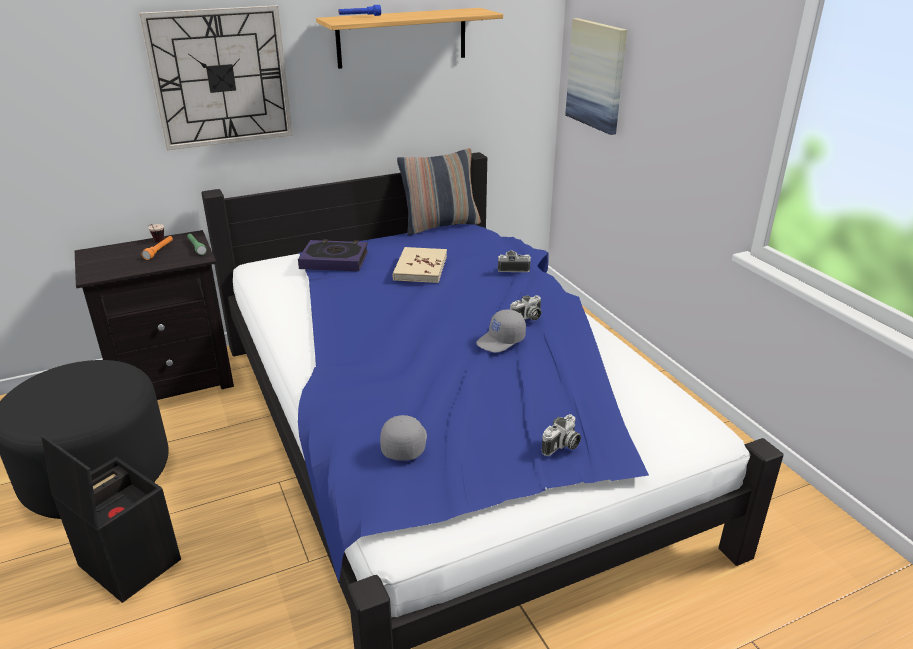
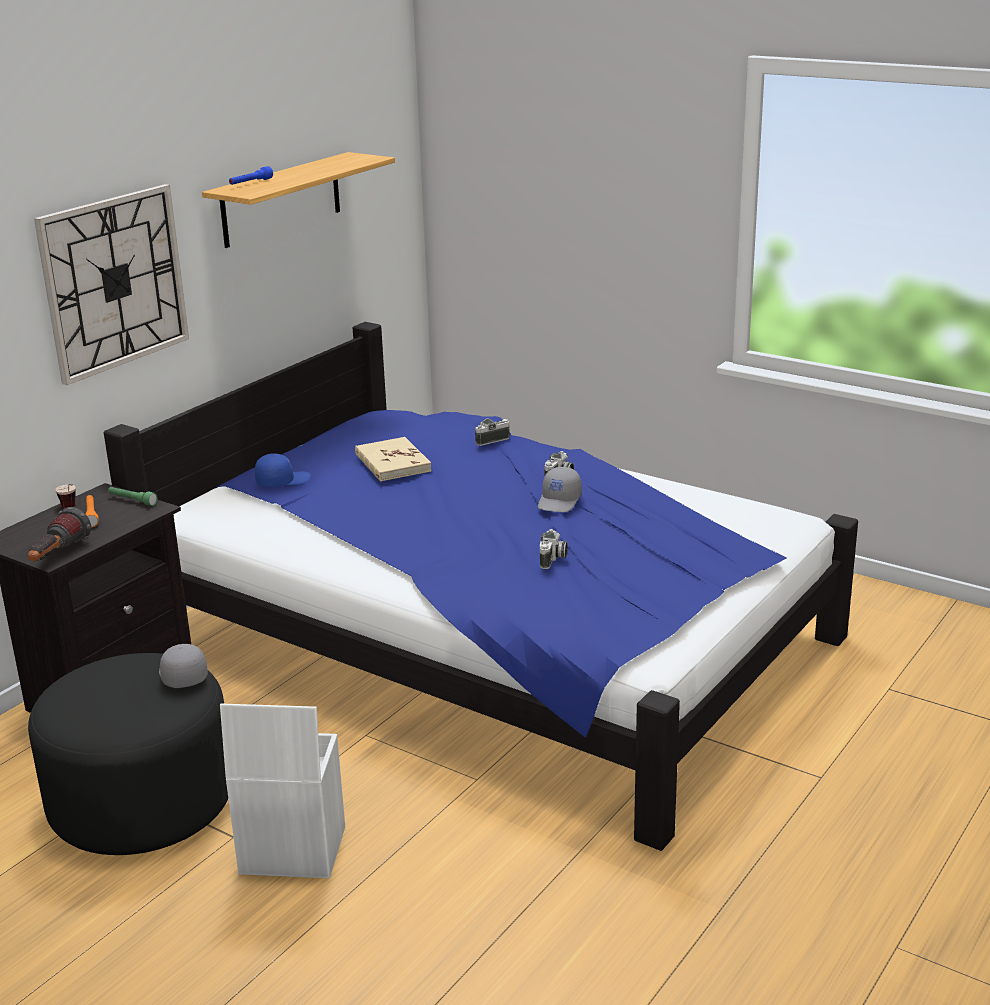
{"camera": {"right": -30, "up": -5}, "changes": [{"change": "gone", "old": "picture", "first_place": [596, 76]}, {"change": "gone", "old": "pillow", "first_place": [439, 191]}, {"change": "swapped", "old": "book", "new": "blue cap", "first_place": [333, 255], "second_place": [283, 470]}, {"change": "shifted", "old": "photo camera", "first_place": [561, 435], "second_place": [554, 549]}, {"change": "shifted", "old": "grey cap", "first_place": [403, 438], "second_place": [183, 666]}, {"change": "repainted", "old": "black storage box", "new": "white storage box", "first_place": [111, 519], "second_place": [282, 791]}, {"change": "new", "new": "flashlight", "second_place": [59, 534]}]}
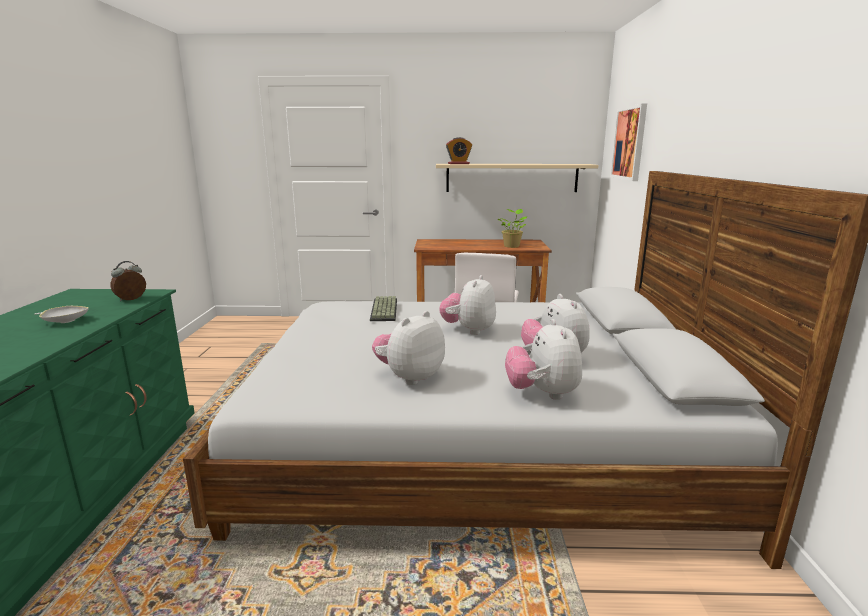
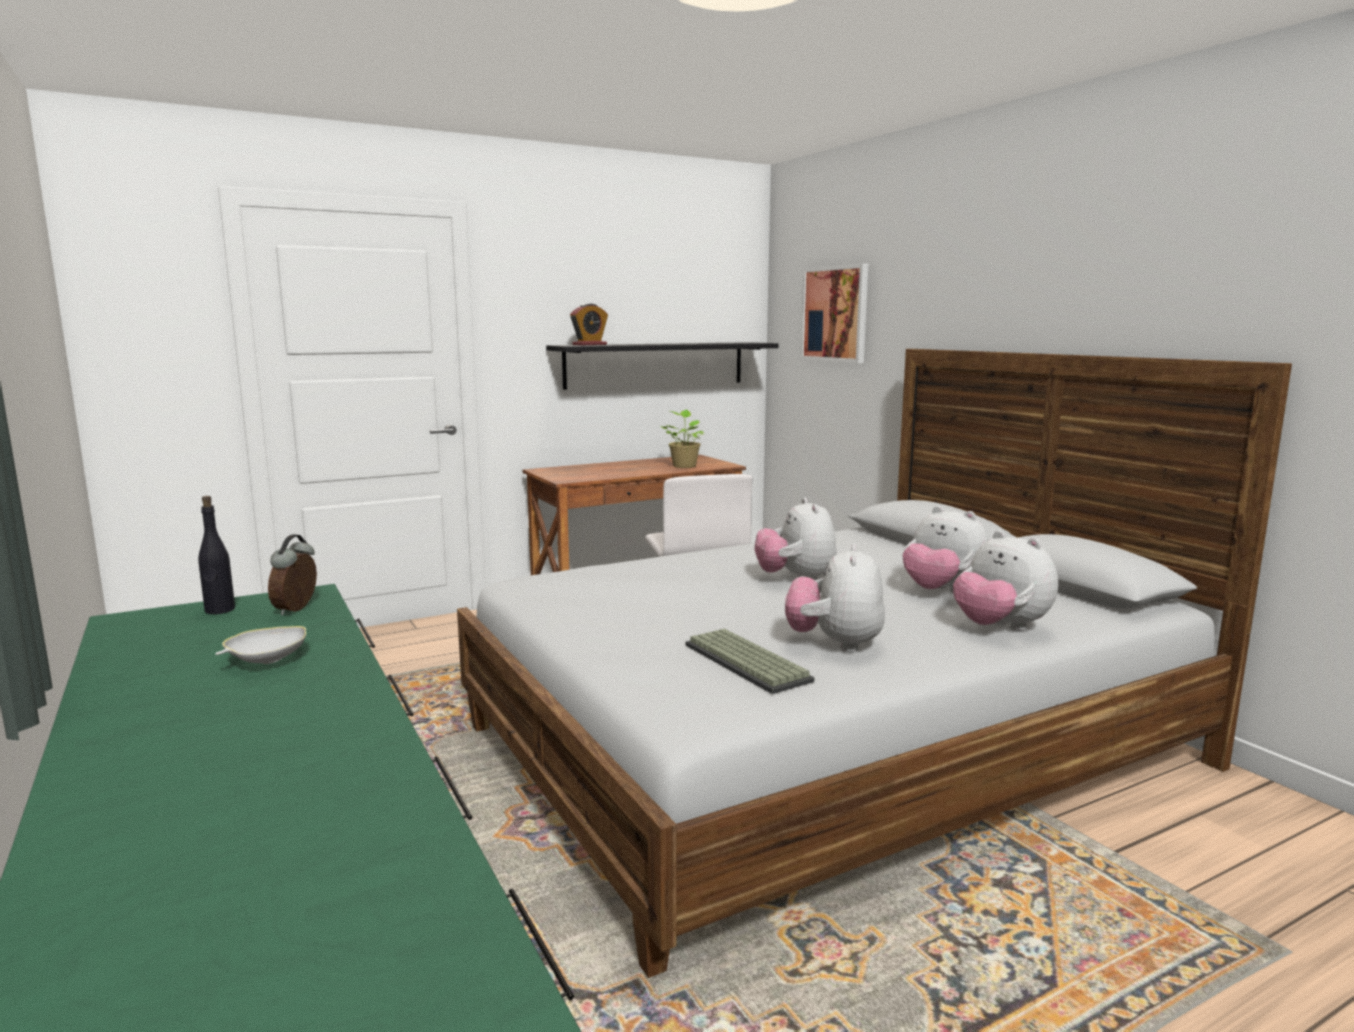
{"camera": {"right": -30, "up": -5}, "changes": [{"change": "repainted", "old": "beige shelf", "new": "black shelf", "first_place": [517, 178], "second_place": [662, 366]}, {"change": "shifted", "old": "keyboard", "first_place": [383, 308], "second_place": [750, 661]}, {"change": "new", "new": "black bottle", "second_place": [216, 555]}]}
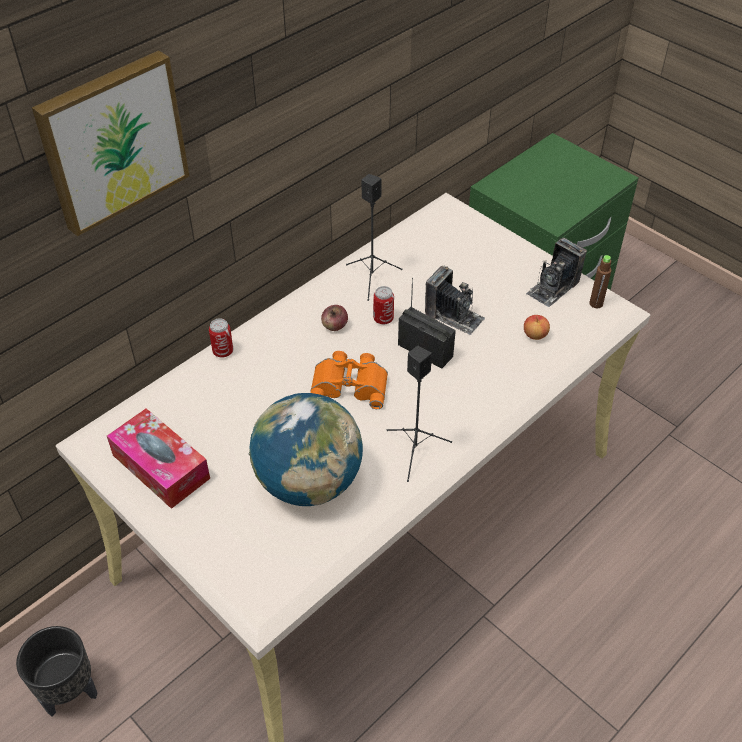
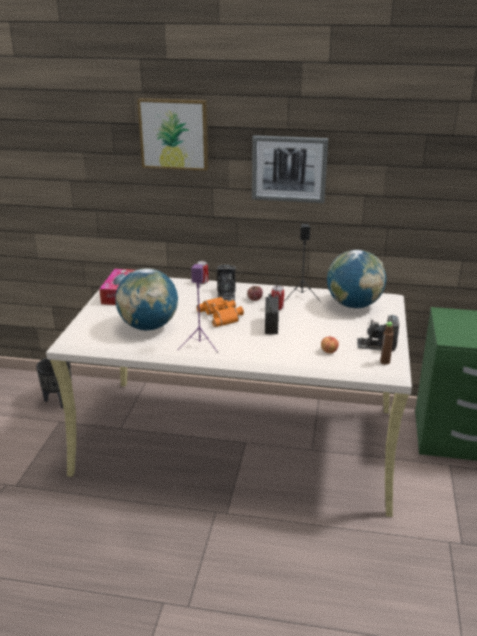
{"camera": {"right": 55, "up": -20}, "changes": [{"change": "shifted", "old": "photo camera", "first_place": [455, 300], "second_place": [226, 283]}, {"change": "repainted", "old": "black speaker", "new": "purple speaker", "first_place": [419, 413], "second_place": [197, 308]}, {"change": "new", "new": "picture", "second_place": [290, 169]}, {"change": "new", "new": "globe", "second_place": [356, 279]}]}
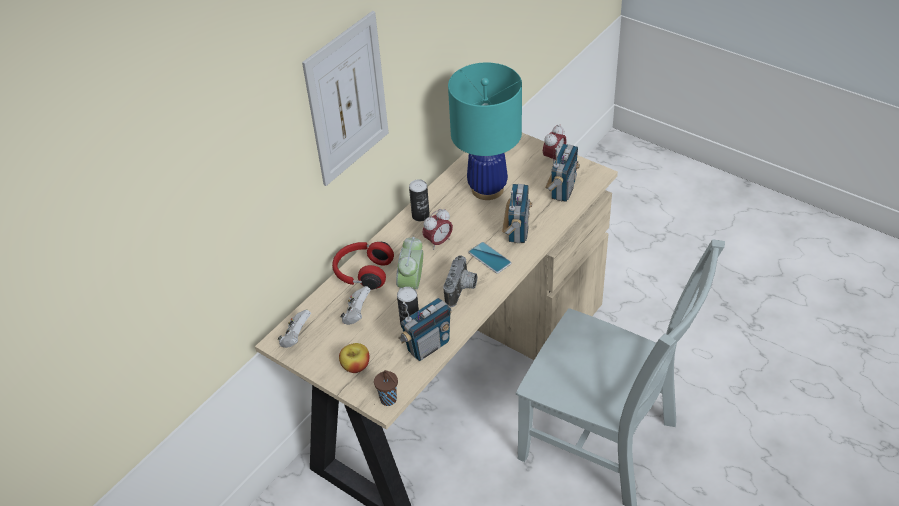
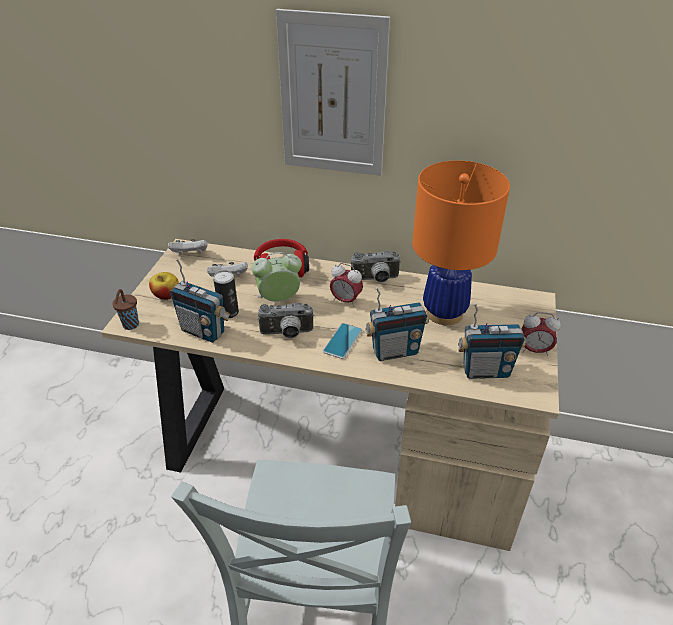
{"camera": {"right": 65, "up": -5}, "changes": [{"change": "repainted", "old": "turquoise table lamp", "new": "orange table lamp", "first_place": [485, 131], "second_place": [461, 243]}, {"change": "swapped", "old": "can", "new": "photo camera", "first_place": [419, 200], "second_place": [376, 267]}]}
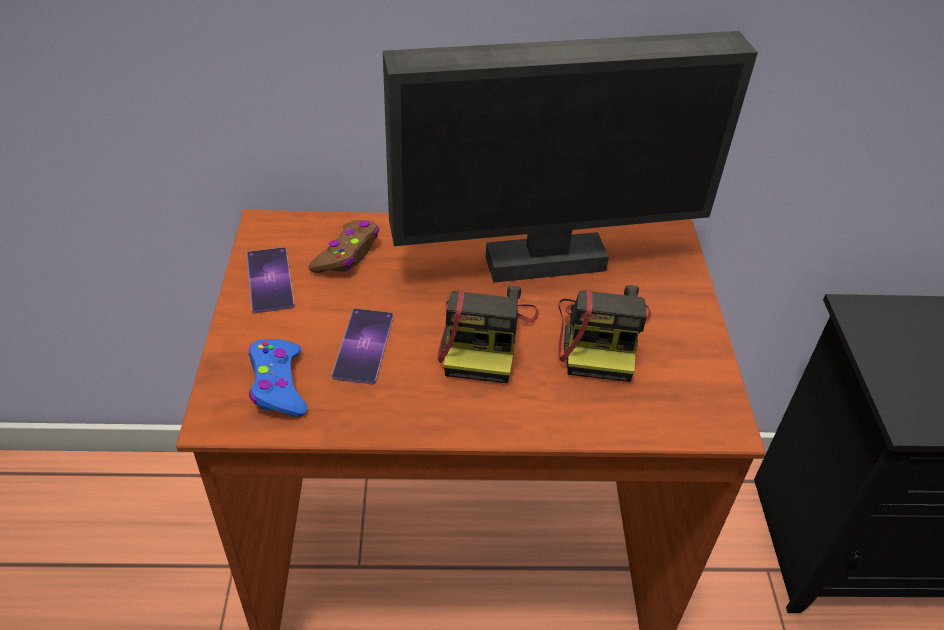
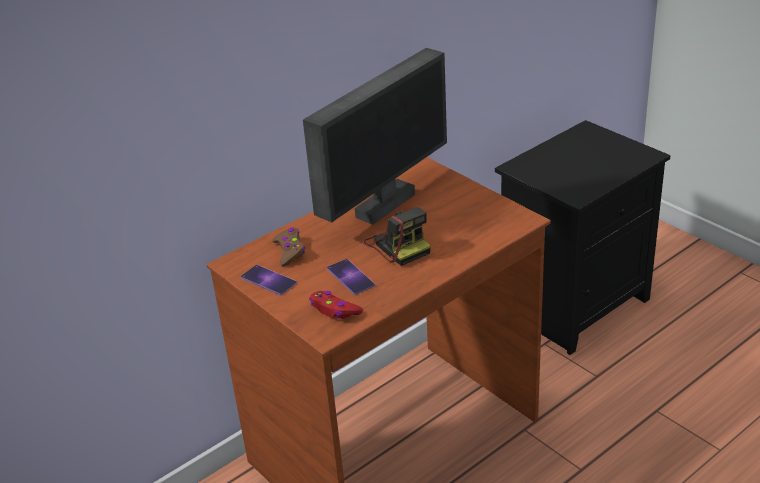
{"camera": {"right": -35, "up": -10}, "changes": [{"change": "gone", "old": "photo camera", "first_place": [604, 333]}, {"change": "repainted", "old": "blue game controller", "new": "red game controller", "first_place": [278, 378], "second_place": [336, 305]}]}
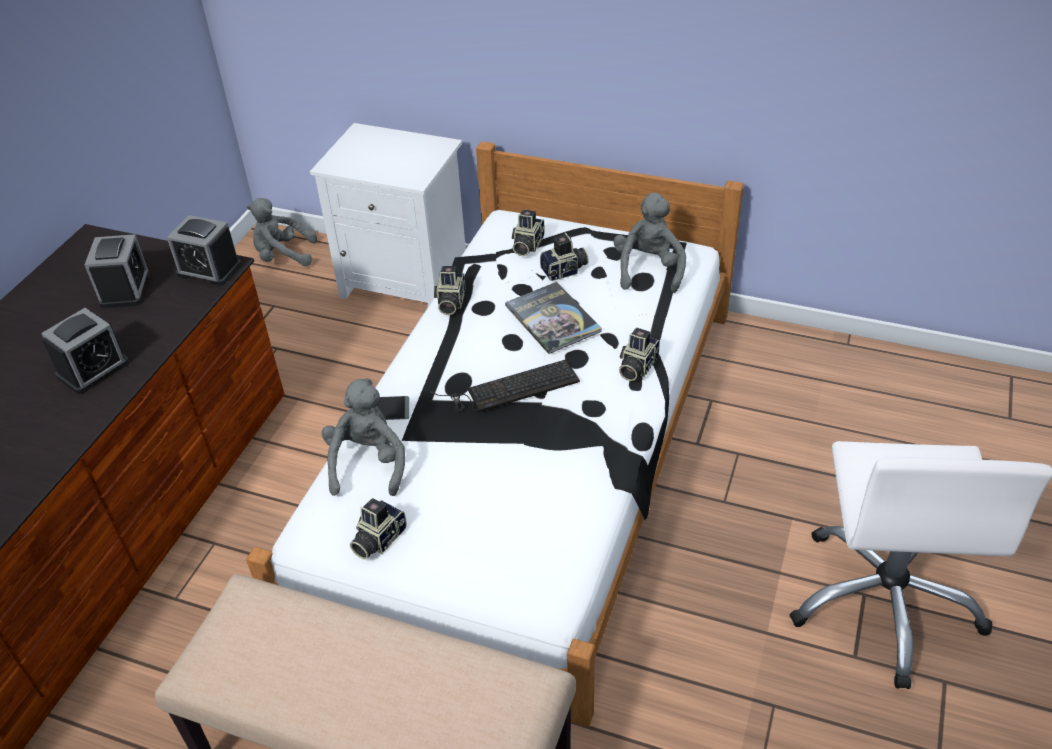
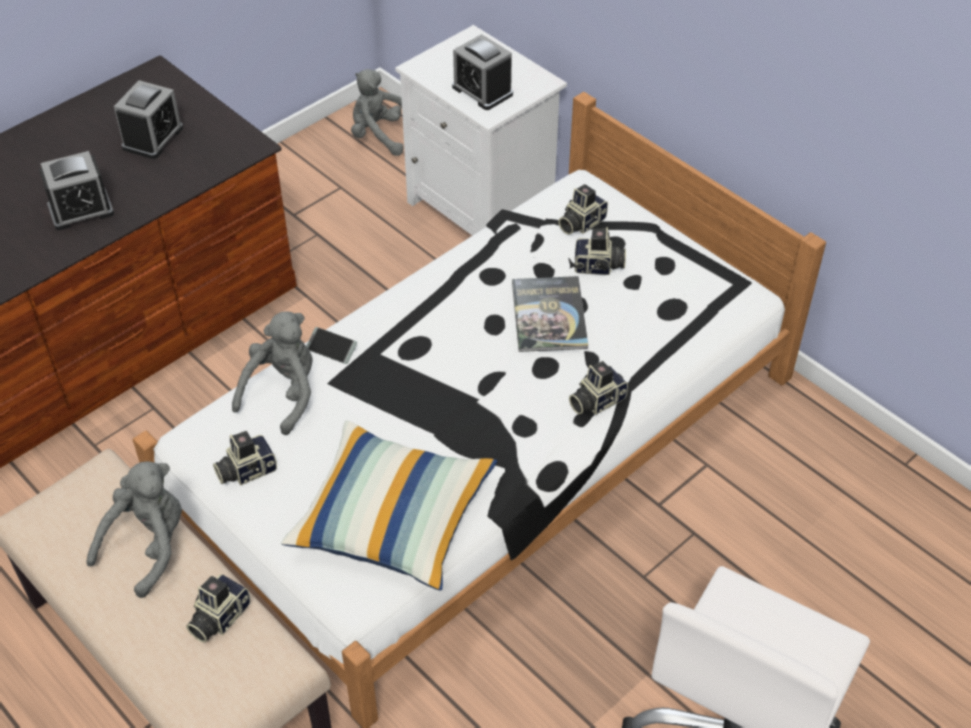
{"camera": {"right": 25, "up": 5}, "changes": [{"change": "shifted", "old": "grey plush toy", "first_place": [649, 243], "second_place": [134, 529]}, {"change": "shifted", "old": "alarm clock", "first_place": [204, 250], "second_place": [482, 72]}, {"change": "shifted", "old": "photo camera", "first_place": [449, 290], "second_place": [218, 608]}, {"change": "gone", "old": "keyboard", "first_place": [505, 385]}, {"change": "new", "new": "pillow", "second_place": [389, 505]}]}
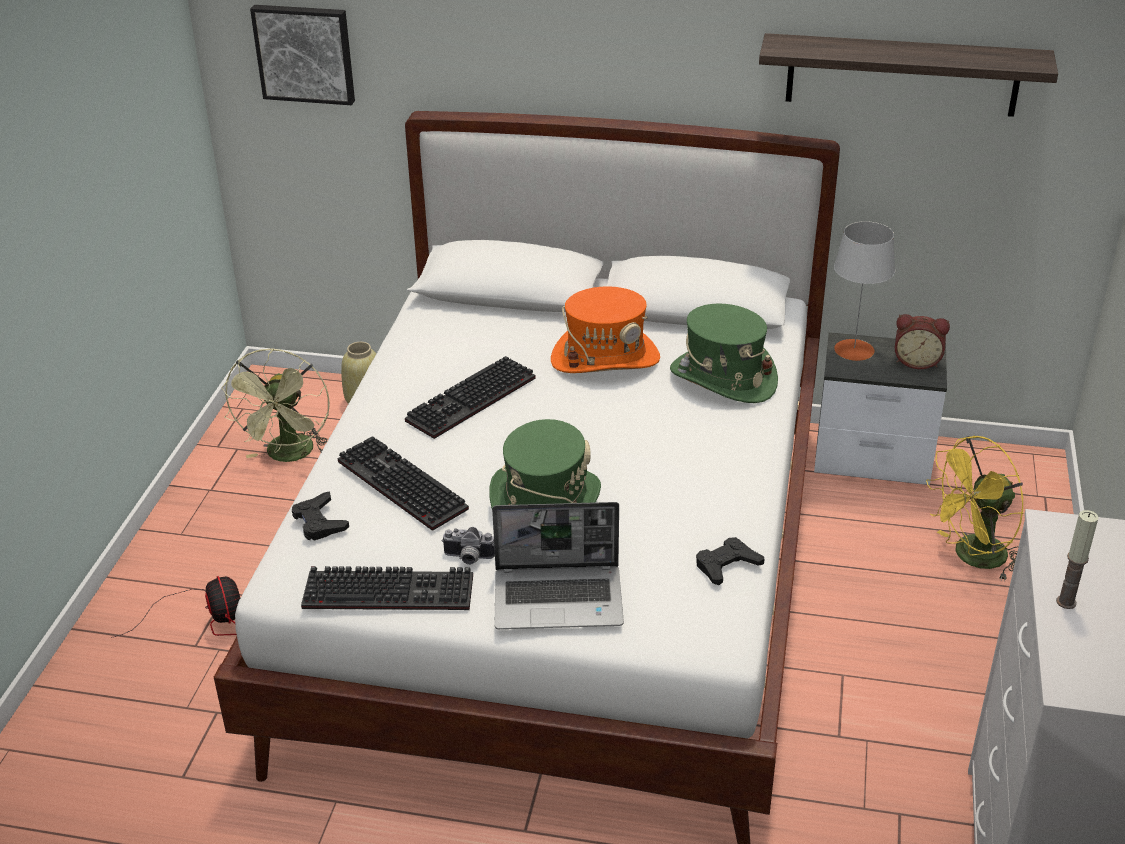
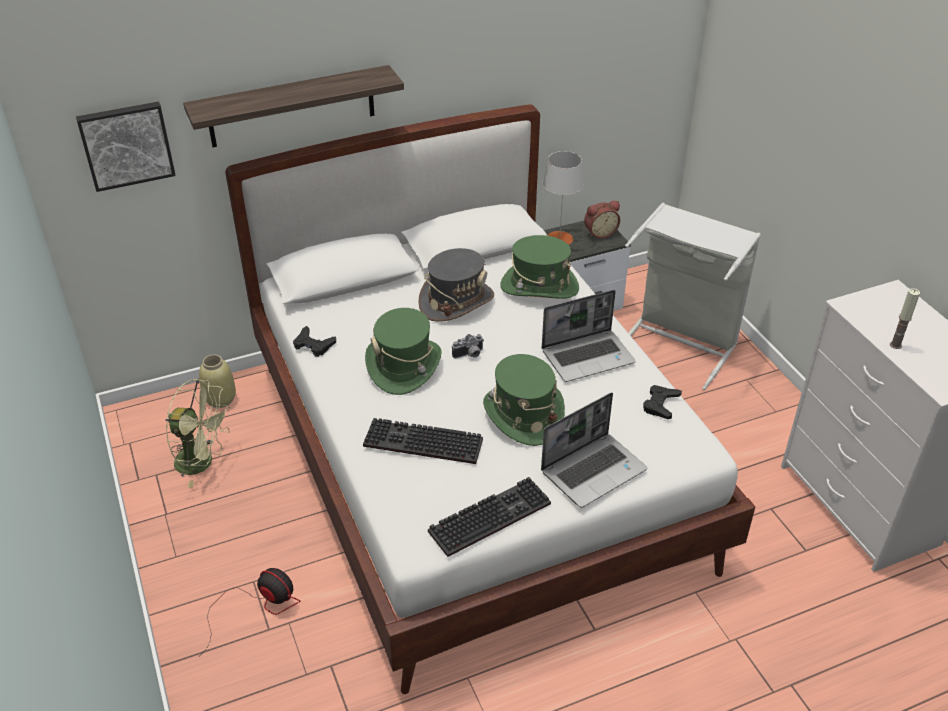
{"camera": {"right": -35, "up": 5}, "changes": [{"change": "shifted", "old": "shelf", "first_place": [908, 75], "second_place": [293, 106]}, {"change": "repainted", "old": "orange hat", "new": "grey hat", "first_place": [605, 329], "second_place": [456, 285]}, {"change": "rotated", "old": "green fan", "first_place": [275, 405], "second_place": [197, 433], "degrees": -45}, {"change": "swapped", "old": "keyboard", "new": "green hat", "first_place": [470, 397], "second_place": [403, 351]}, {"change": "swapped", "old": "yellow fan", "new": "grey laundry basket", "first_place": [974, 509], "second_place": [693, 296]}, {"change": "shifted", "old": "black game controller", "first_place": [320, 515], "second_place": [314, 341]}, {"change": "shifted", "old": "photo camera", "first_place": [468, 546], "second_place": [468, 346]}, {"change": "new", "new": "laptop", "second_place": [588, 336]}]}
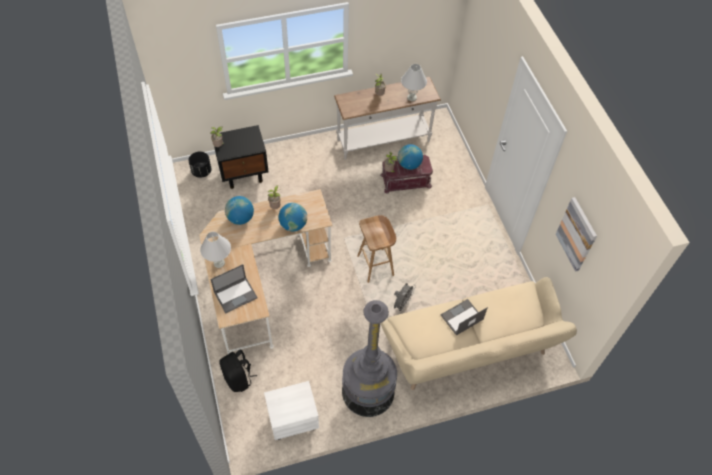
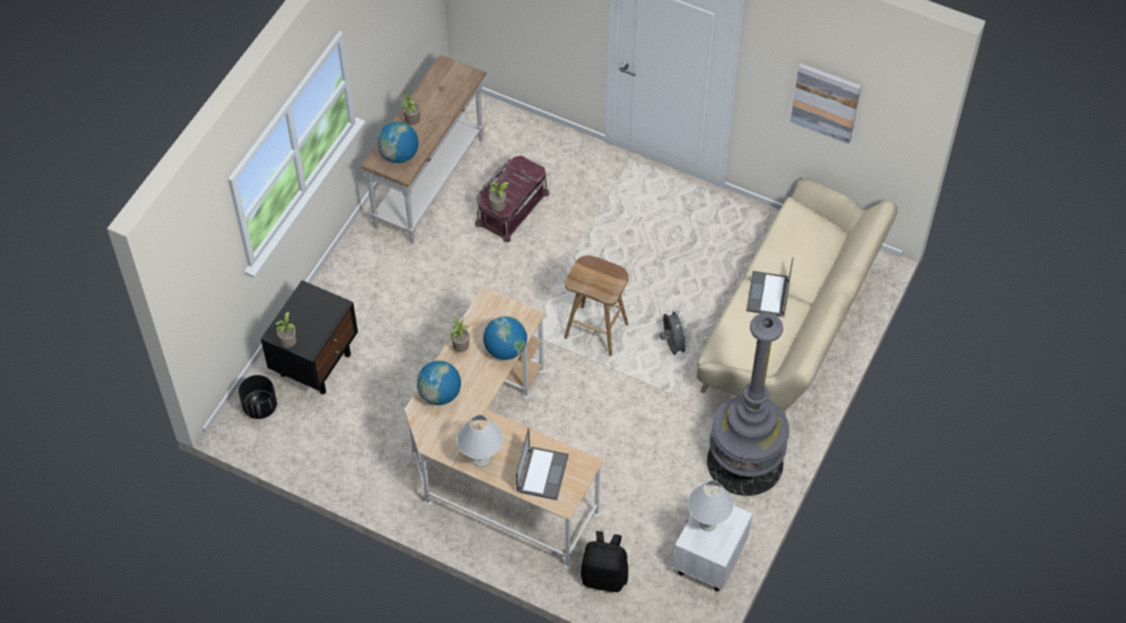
{"camera": {"right": -45, "up": 0}, "changes": [{"change": "shifted", "old": "white table lamp", "first_place": [414, 82], "second_place": [711, 505]}, {"change": "shifted", "old": "globe", "first_place": [410, 157], "second_place": [398, 142]}]}
